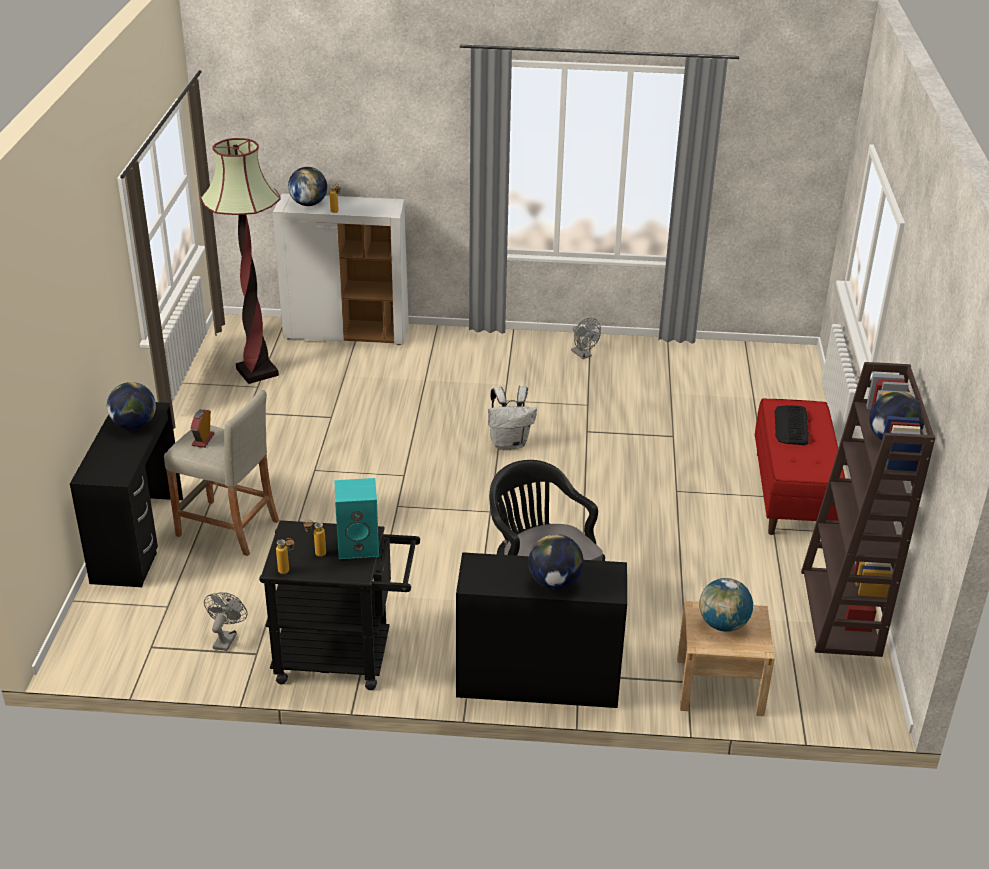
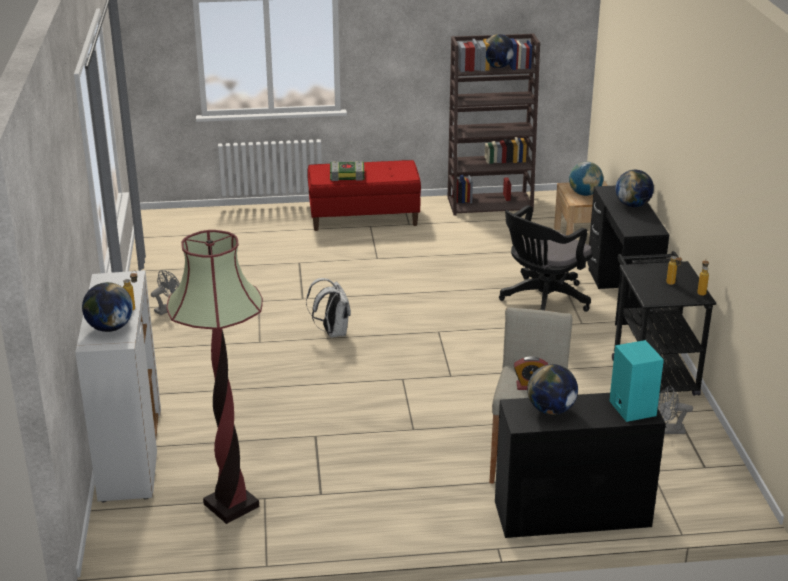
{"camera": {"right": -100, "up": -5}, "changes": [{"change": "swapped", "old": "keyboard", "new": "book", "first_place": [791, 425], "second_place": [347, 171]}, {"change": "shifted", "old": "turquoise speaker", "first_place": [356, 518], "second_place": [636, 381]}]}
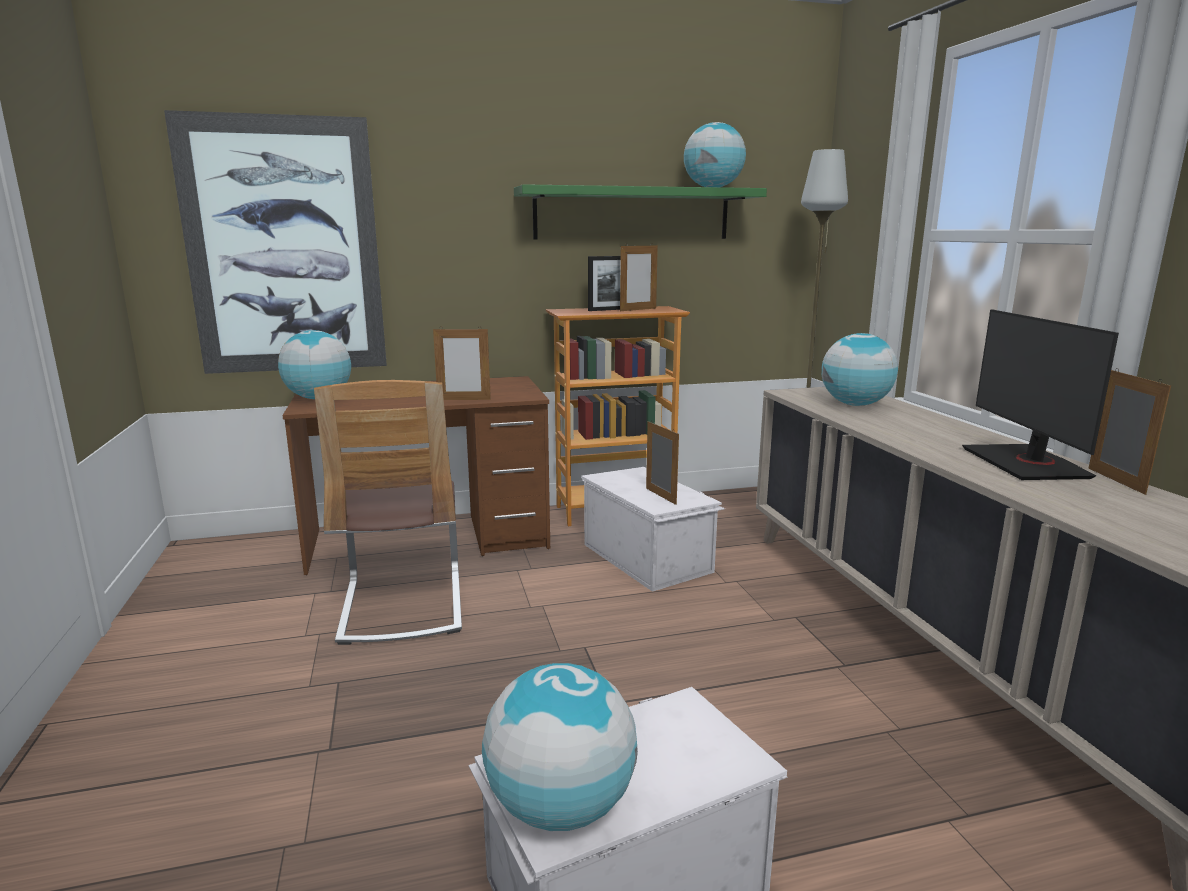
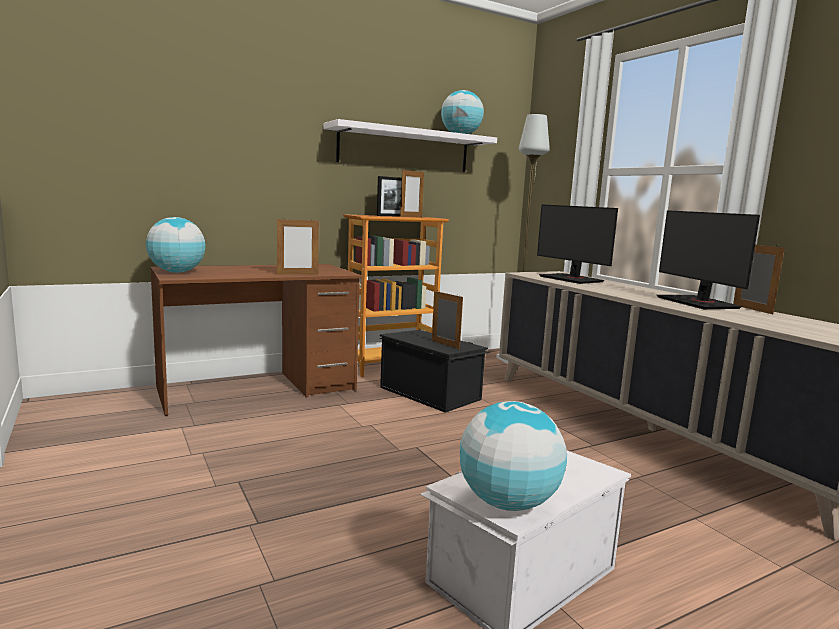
{"camera": {"right": -15, "up": -5}, "changes": [{"change": "gone", "old": "picture", "first_place": [275, 242]}, {"change": "repainted", "old": "green shelf", "new": "white shelf", "first_place": [640, 211], "second_place": [410, 145]}, {"change": "swapped", "old": "globe", "new": "monitor", "first_place": [859, 369], "second_place": [577, 244]}, {"change": "gone", "old": "chair", "first_place": [388, 512]}, {"change": "repainted", "old": "white storage box", "new": "black storage box", "first_place": [653, 529], "second_place": [435, 371]}]}
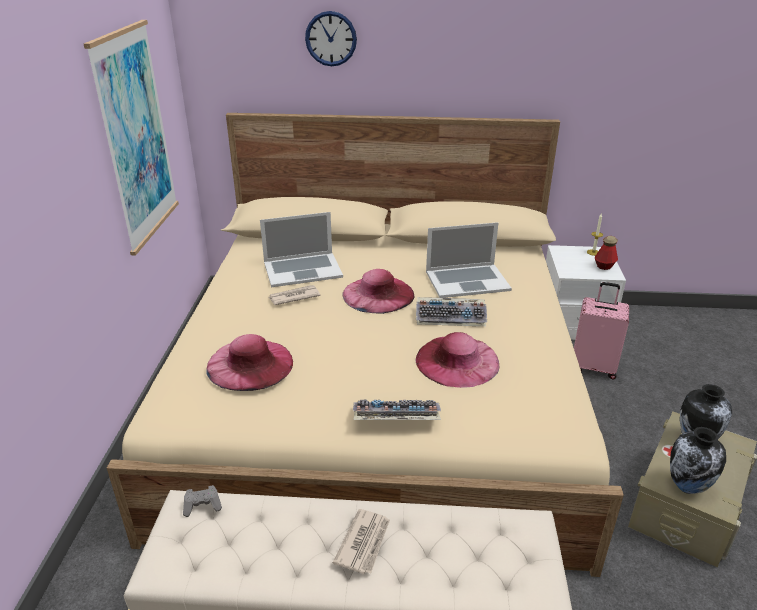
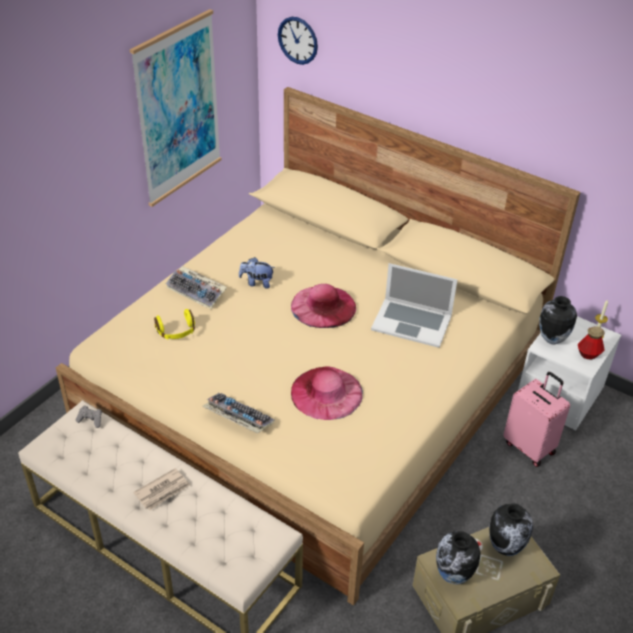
{"camera": {"right": 30, "up": 10}, "changes": [{"change": "shifted", "old": "wall clock", "first_place": [331, 38], "second_place": [298, 41]}, {"change": "gone", "old": "laptop", "first_place": [301, 249]}, {"change": "swapped", "old": "newspaper", "new": "plush toy", "first_place": [294, 295], "second_place": [257, 272]}, {"change": "shifted", "old": "keyboard", "first_place": [451, 311], "second_place": [196, 287]}, {"change": "swapped", "old": "pink hat", "new": "yellow headphones", "first_place": [249, 362], "second_place": [174, 324]}, {"change": "new", "new": "vase", "second_place": [558, 320]}]}
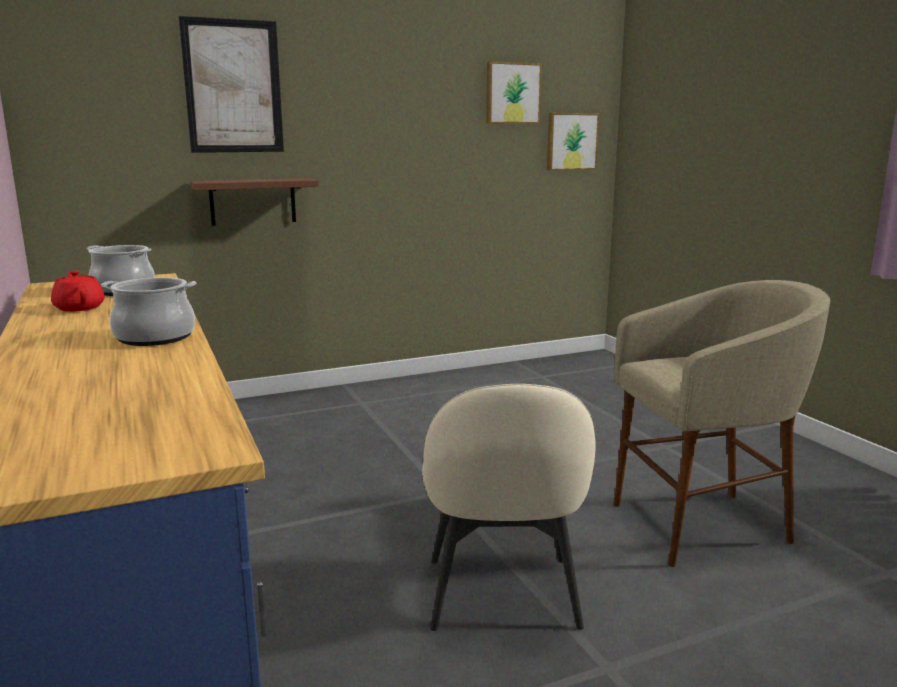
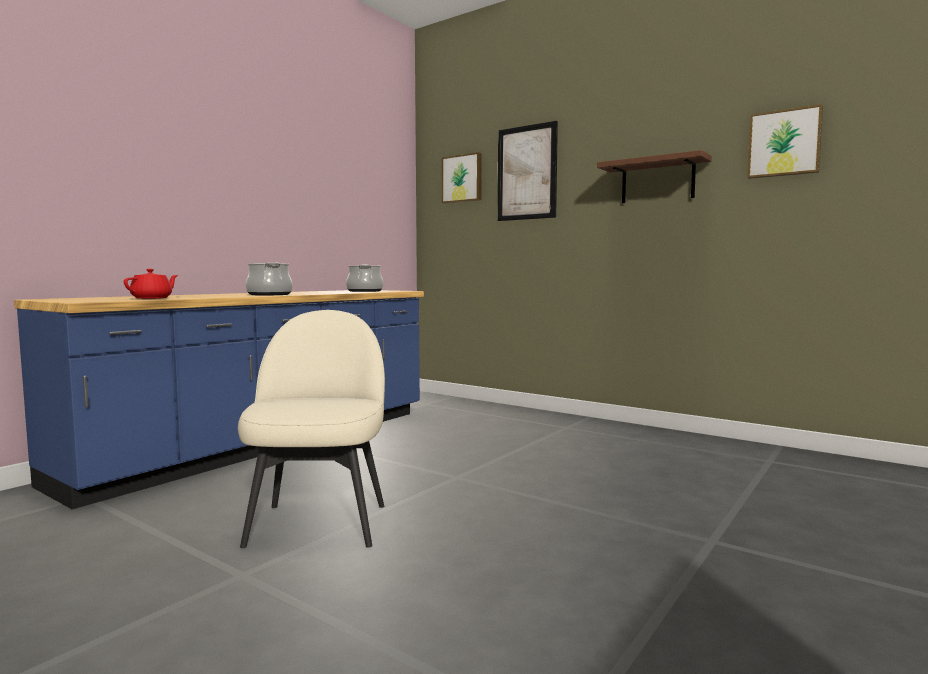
{"camera": {"right": 60, "up": -10}, "changes": [{"change": "shifted", "old": "picture", "first_place": [573, 142], "second_place": [462, 177]}, {"change": "shifted", "old": "brown shelf", "first_place": [254, 202], "second_place": [654, 176]}, {"change": "shifted", "old": "red teapot", "first_place": [78, 291], "second_place": [151, 284]}, {"change": "gone", "old": "beige stool", "first_place": [722, 423]}, {"change": "rotated", "old": "beige chair", "first_place": [509, 507], "second_place": [311, 429], "degrees": 120}]}
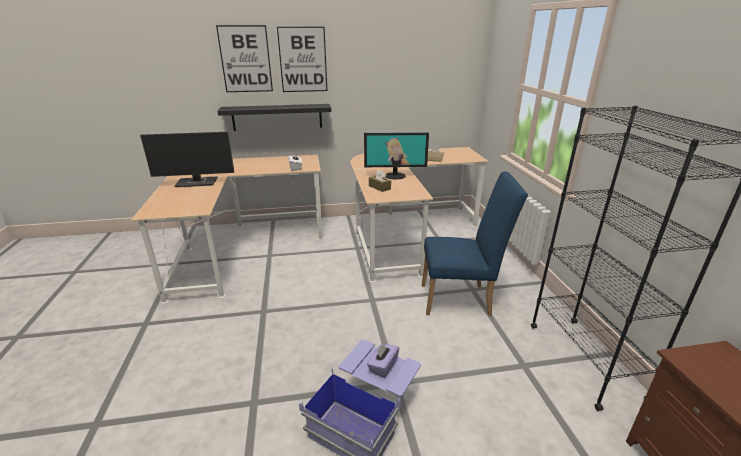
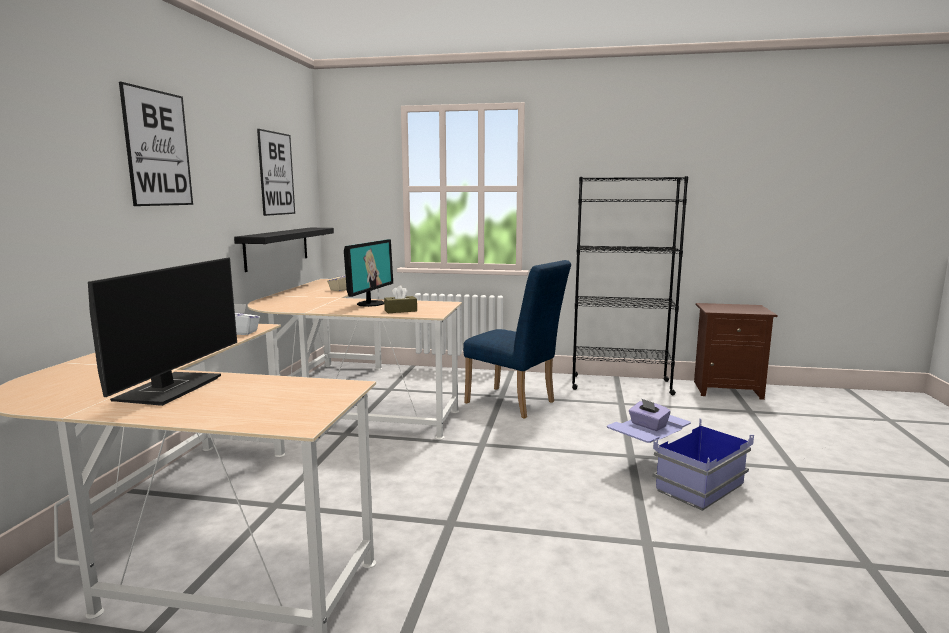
{"camera": {"right": -70, "up": -15}, "changes": [{"change": "shifted", "old": "picture", "first_place": [244, 58], "second_place": [276, 172]}, {"change": "shifted", "old": "black shelf", "first_place": [274, 117], "second_place": [284, 250]}, {"change": "rotated", "old": "blue chair", "first_place": [475, 244], "second_place": [517, 339], "degrees": 105}]}
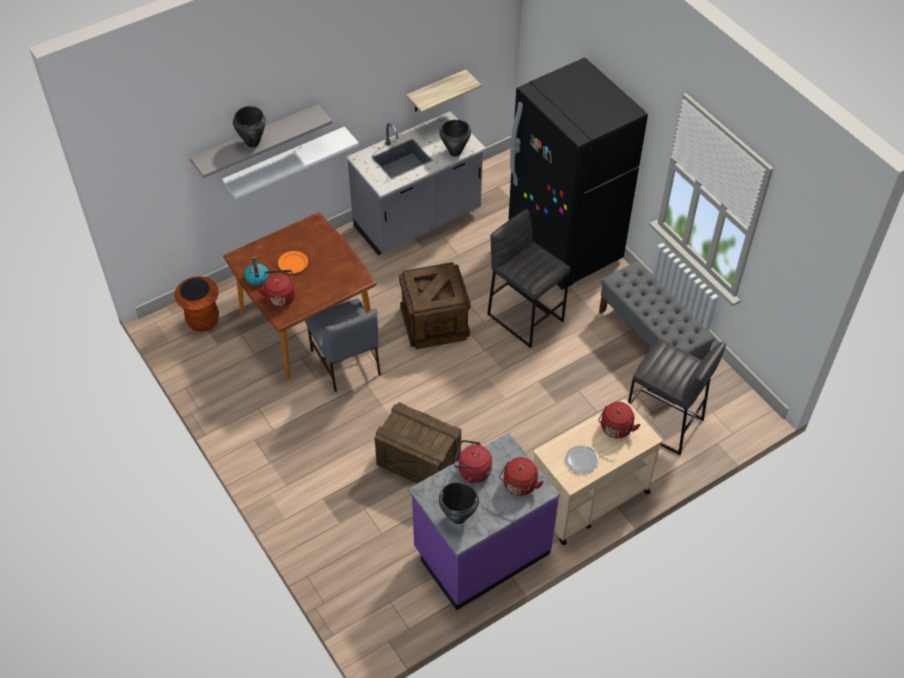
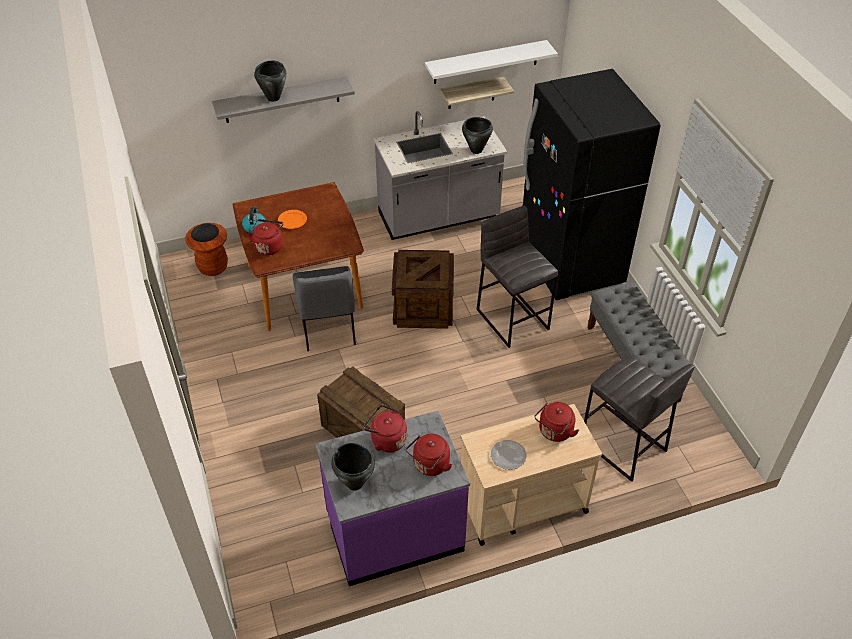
{"camera": {"right": 15, "up": -5}, "changes": [{"change": "shifted", "old": "white shelf", "first_place": [290, 162], "second_place": [491, 62]}]}
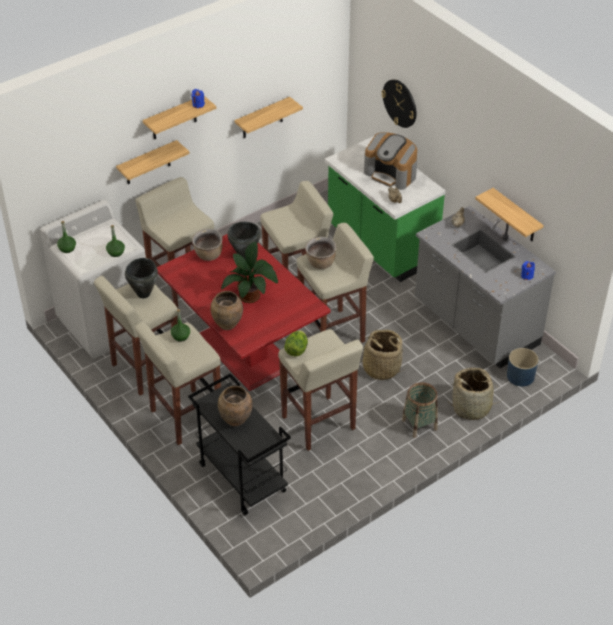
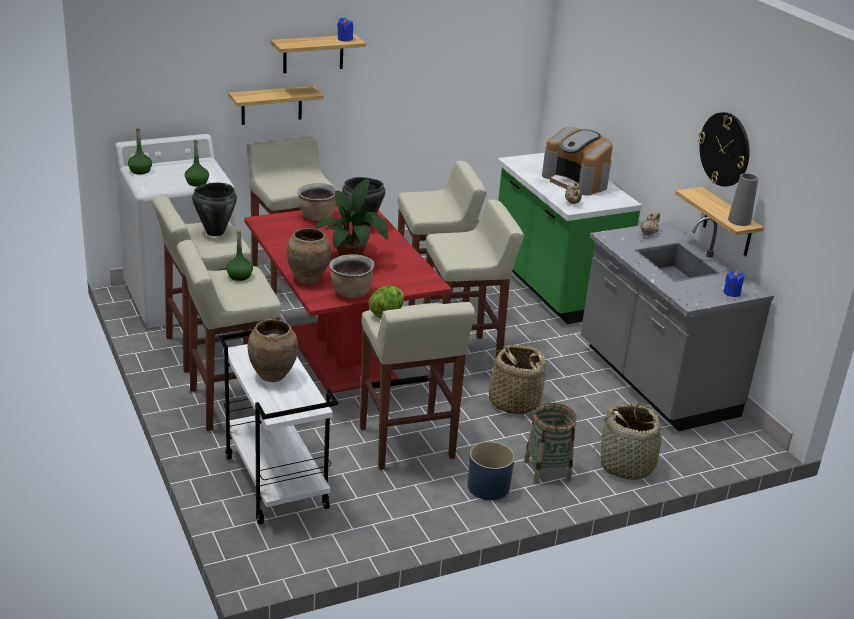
{"camera": {"right": 10, "up": -15}, "changes": [{"change": "shifted", "old": "wall clock", "first_place": [399, 103], "second_place": [723, 149]}, {"change": "gone", "old": "shelf", "first_place": [268, 117]}, {"change": "shifted", "old": "brown cooking pot", "first_place": [320, 253], "second_place": [352, 276]}, {"change": "shifted", "old": "blue planter", "first_place": [523, 367], "second_place": [491, 471]}, {"change": "repainted", "old": "black cart", "new": "white cart", "first_place": [239, 444], "second_place": [278, 427]}, {"change": "new", "new": "grey vase", "second_place": [743, 199]}]}
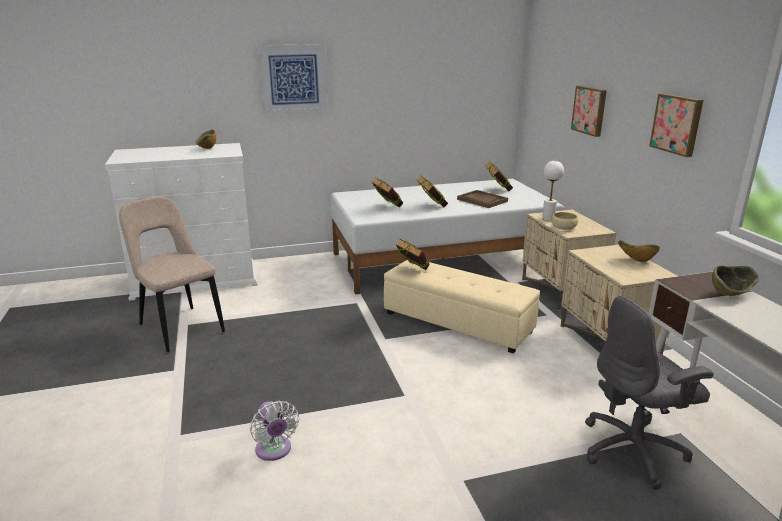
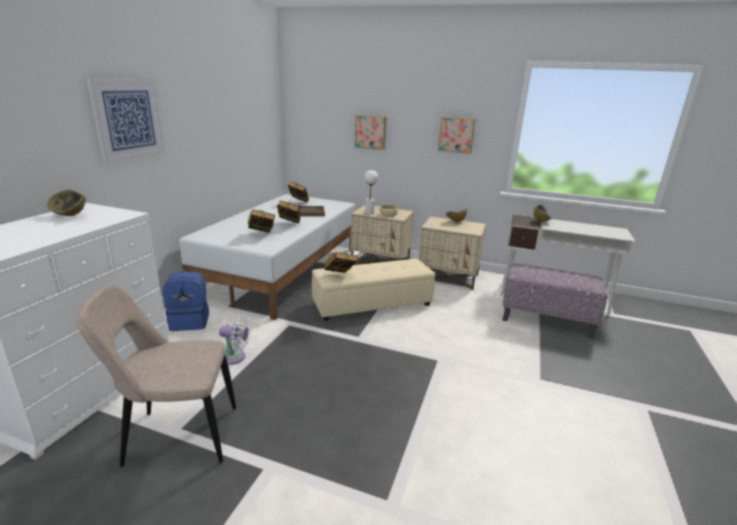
{"camera": {"right": -55, "up": 0}, "changes": [{"change": "swapped", "old": "grey office chair", "new": "ottoman", "first_place": [649, 393], "second_place": [555, 301]}, {"change": "shifted", "old": "white fan", "first_place": [274, 431], "second_place": [235, 340]}, {"change": "new", "new": "blue backpack", "second_place": [186, 301]}]}
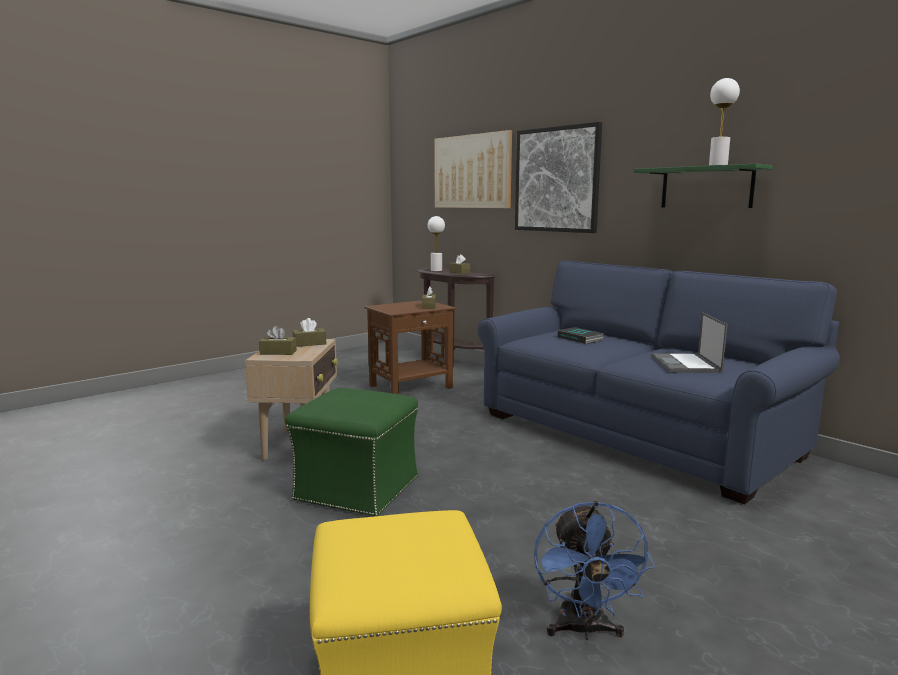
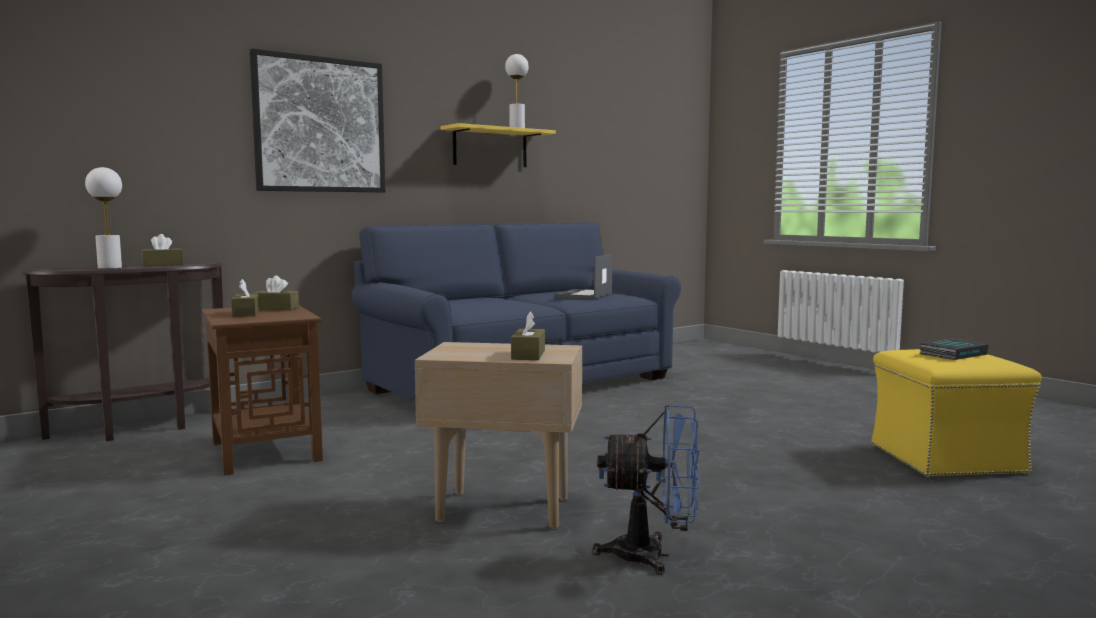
{"camera": {"right": -85, "up": -5}, "changes": [{"change": "gone", "old": "picture", "first_place": [473, 169]}, {"change": "repainted", "old": "green shelf", "new": "yellow shelf", "first_place": [703, 186], "second_place": [498, 145]}, {"change": "rotated", "old": "laptop", "first_place": [689, 342], "second_place": [583, 276], "degrees": 105}, {"change": "shifted", "old": "brown tissue box", "first_place": [309, 332], "second_place": [245, 298]}, {"change": "shifted", "old": "book", "first_place": [580, 335], "second_place": [954, 349]}, {"change": "gone", "old": "green ottoman", "first_place": [351, 452]}, {"change": "shifted", "old": "blue fan", "first_place": [594, 570], "second_place": [646, 490]}]}
